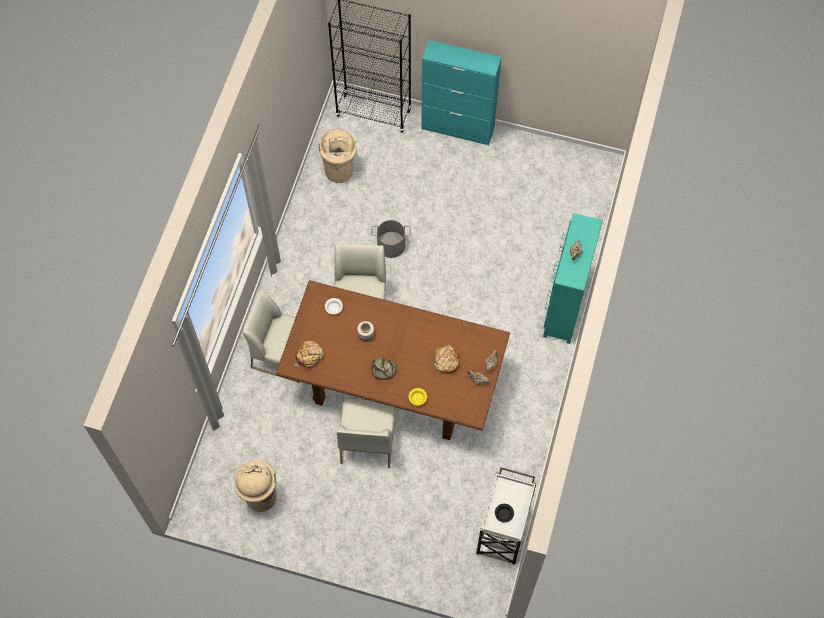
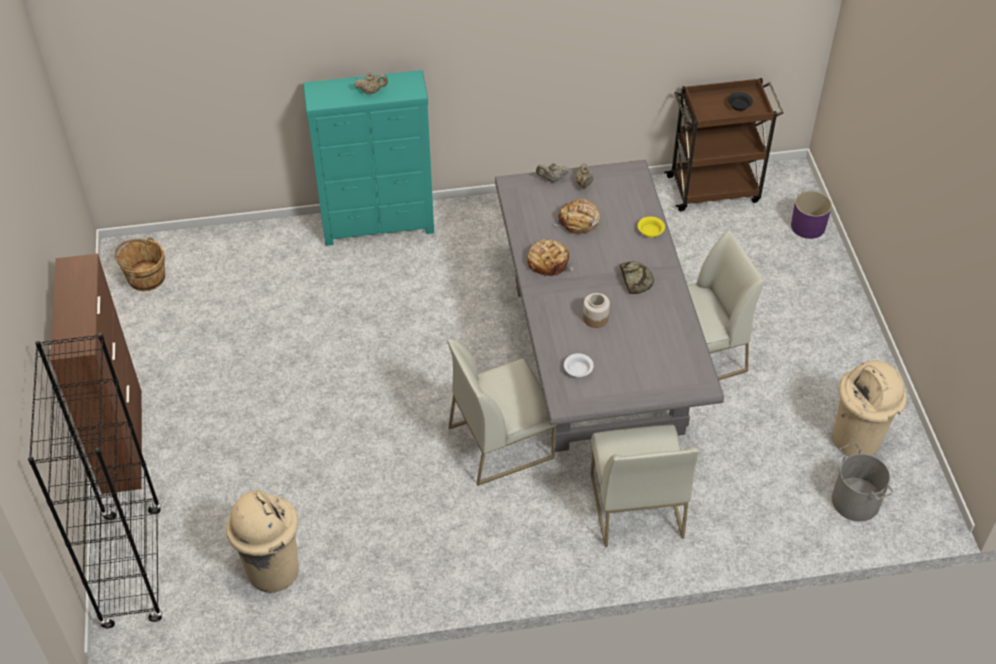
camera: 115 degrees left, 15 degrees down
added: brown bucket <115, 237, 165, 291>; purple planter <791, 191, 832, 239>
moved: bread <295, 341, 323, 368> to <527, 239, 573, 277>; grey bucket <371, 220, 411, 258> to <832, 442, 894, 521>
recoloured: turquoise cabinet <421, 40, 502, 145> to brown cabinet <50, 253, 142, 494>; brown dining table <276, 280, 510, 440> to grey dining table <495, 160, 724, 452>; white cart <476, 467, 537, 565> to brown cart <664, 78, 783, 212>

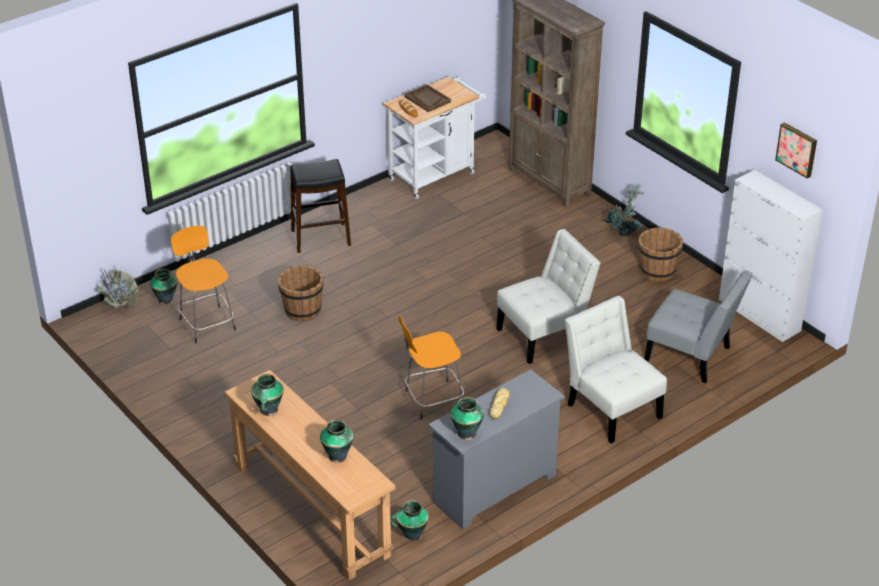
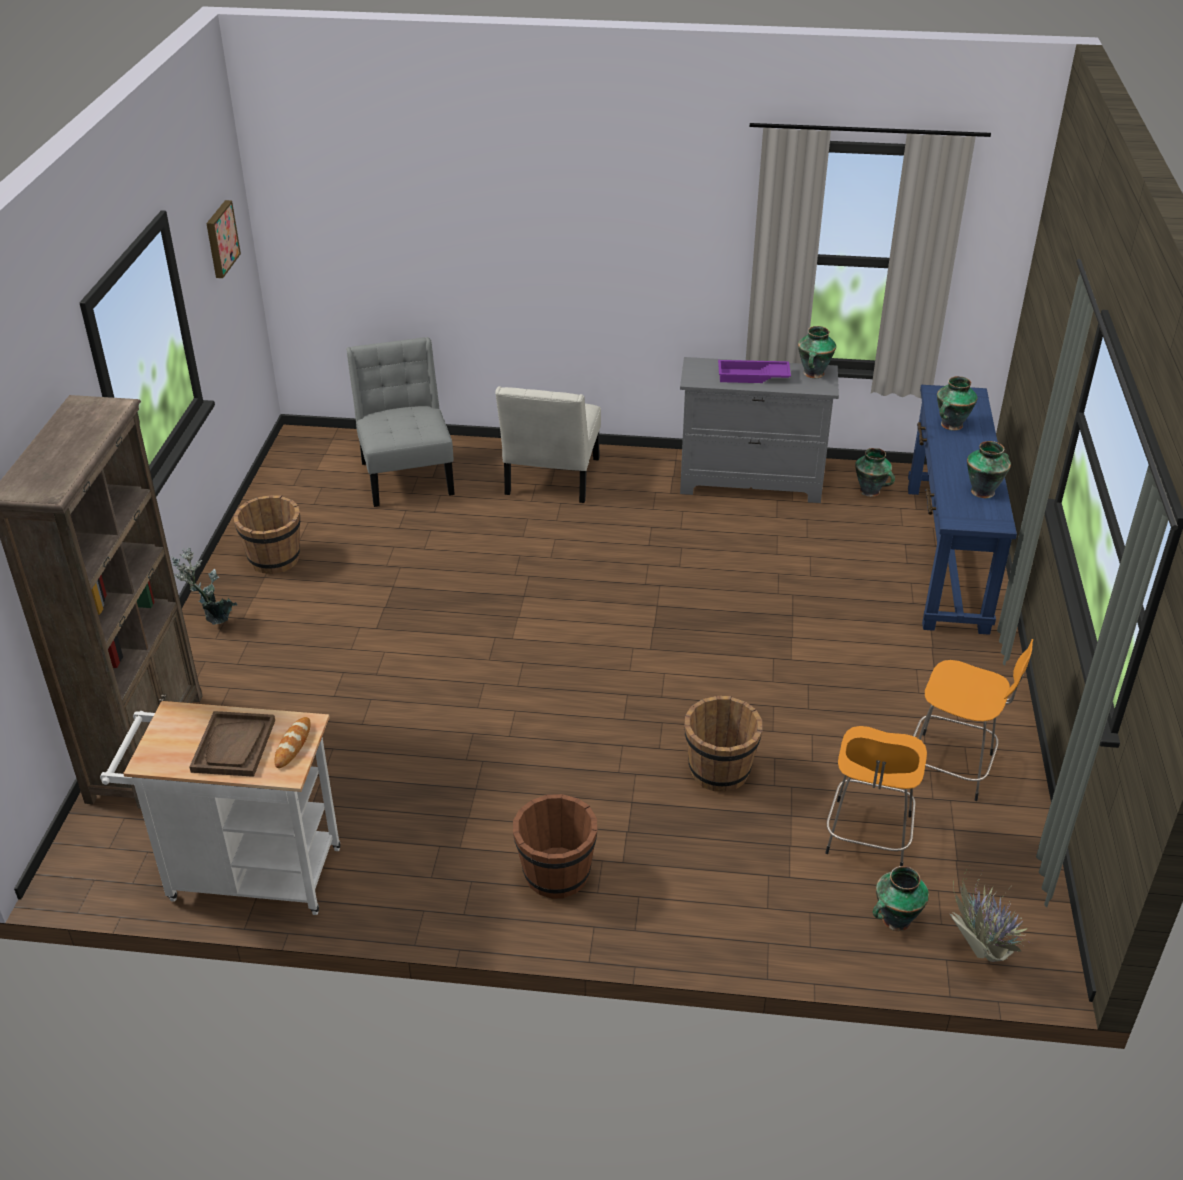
camera: 135 degrees left, 0 degrees up
removed: white chair <496, 229, 600, 364>; white cabinet <719, 170, 823, 342>
moved: orange stool <398, 316, 464, 420> to <913, 639, 1033, 801>
replaced: black stool <290, 159, 351, 253> to brown bucket <513, 794, 597, 899>; bread <489, 388, 510, 419> to purple tray <718, 360, 791, 383>
recoloured: brown console table <224, 370, 396, 581> to blue console table <908, 385, 1017, 635>

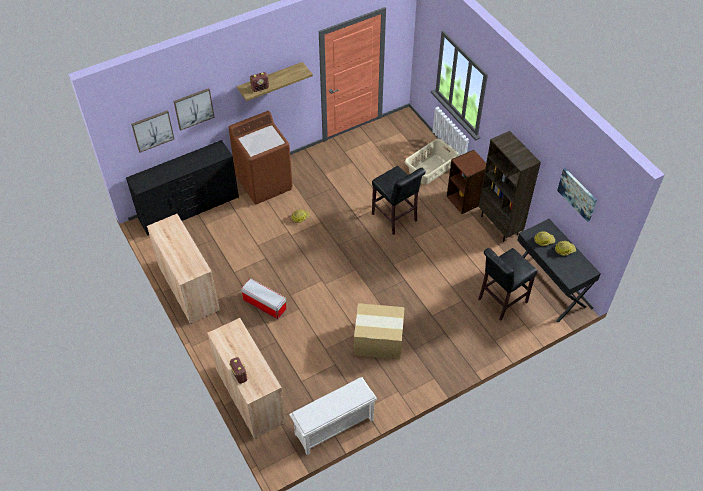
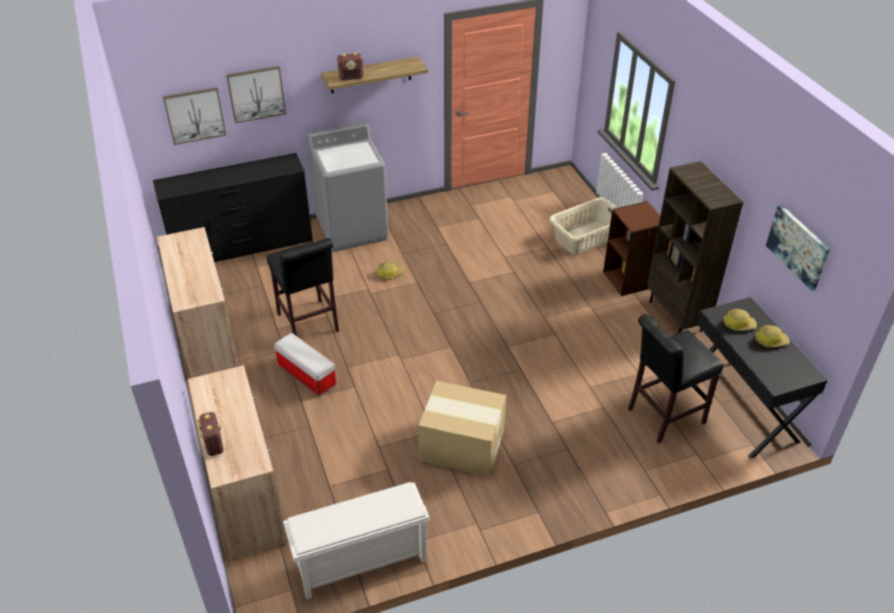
camera: 10 degrees right, 10 degrees down
moved: black stool <372, 166, 426, 235> to <267, 238, 339, 336>
recoloured: brown washing machine <228, 111, 293, 205> to grey washing machine <307, 122, 389, 252>

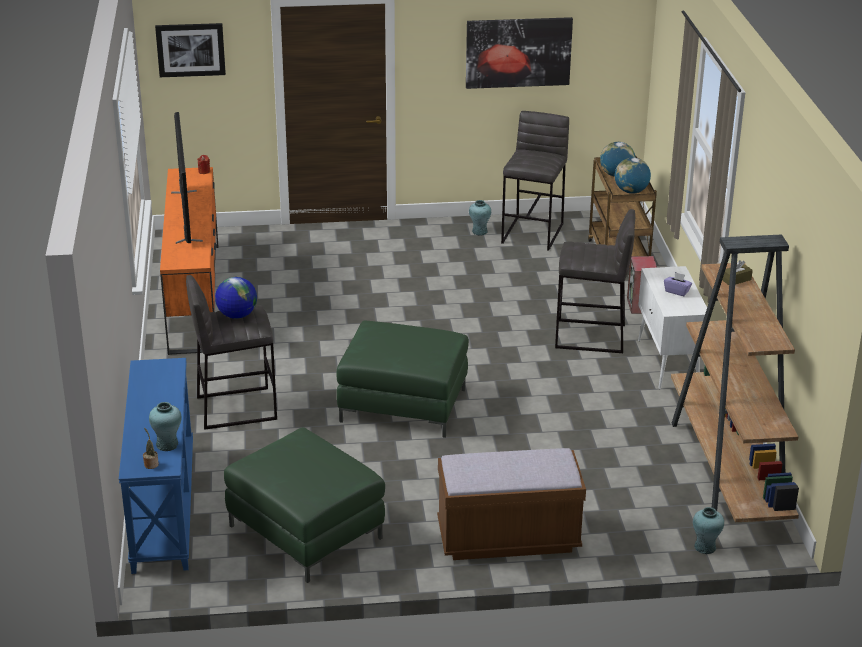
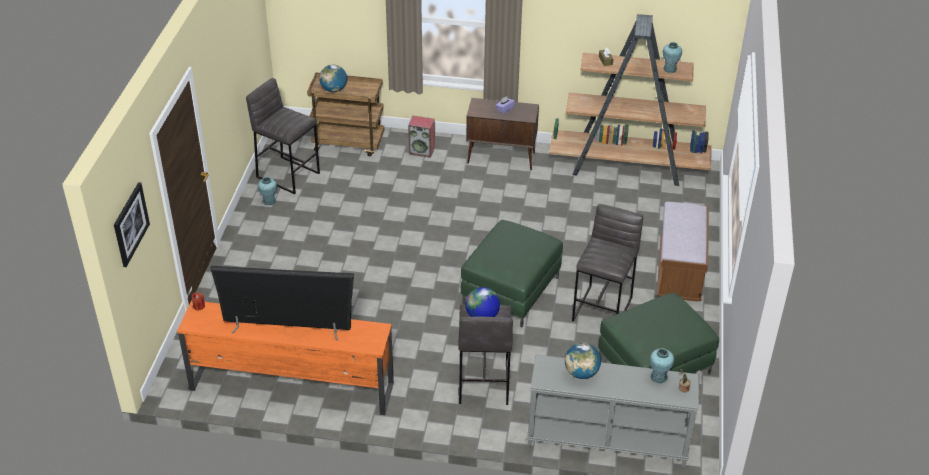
camera: 75 degrees left, 10 degrees up
removed: picture <466, 17, 573, 89>
moved: globe <615, 157, 651, 194> to <565, 343, 601, 379>; grey stool <555, 209, 635, 353> to <572, 204, 643, 322>; turquoise vase <693, 507, 724, 554> to <662, 42, 682, 73>
recoloured: white cabinet <638, 266, 707, 390> to brown cabinet <466, 98, 539, 170>; blue console table <119, 358, 193, 574> to grey console table <527, 355, 699, 467>

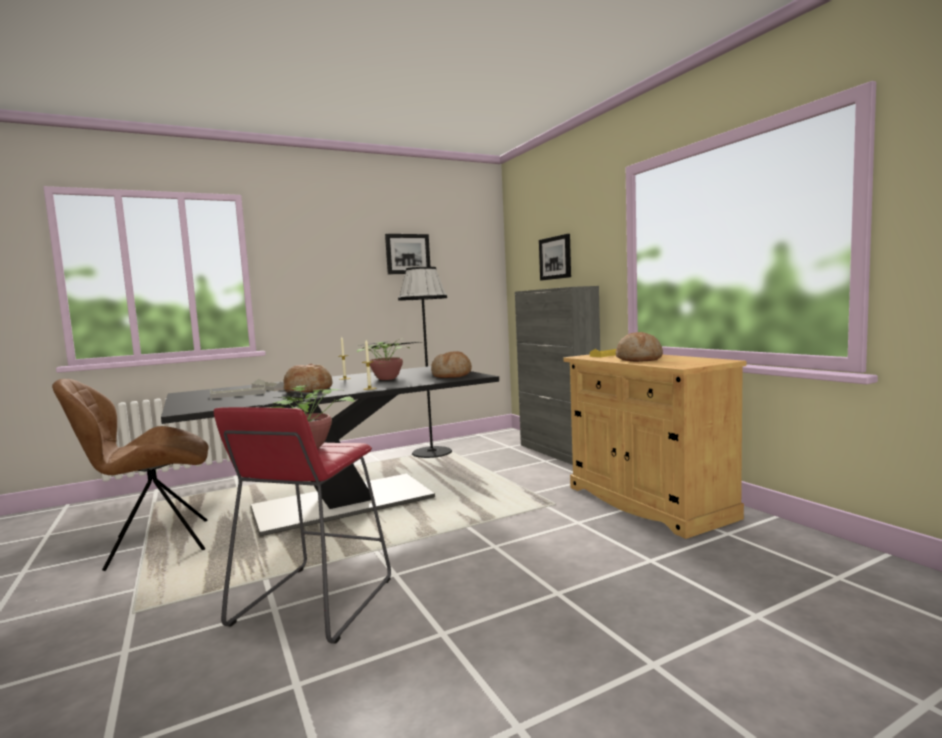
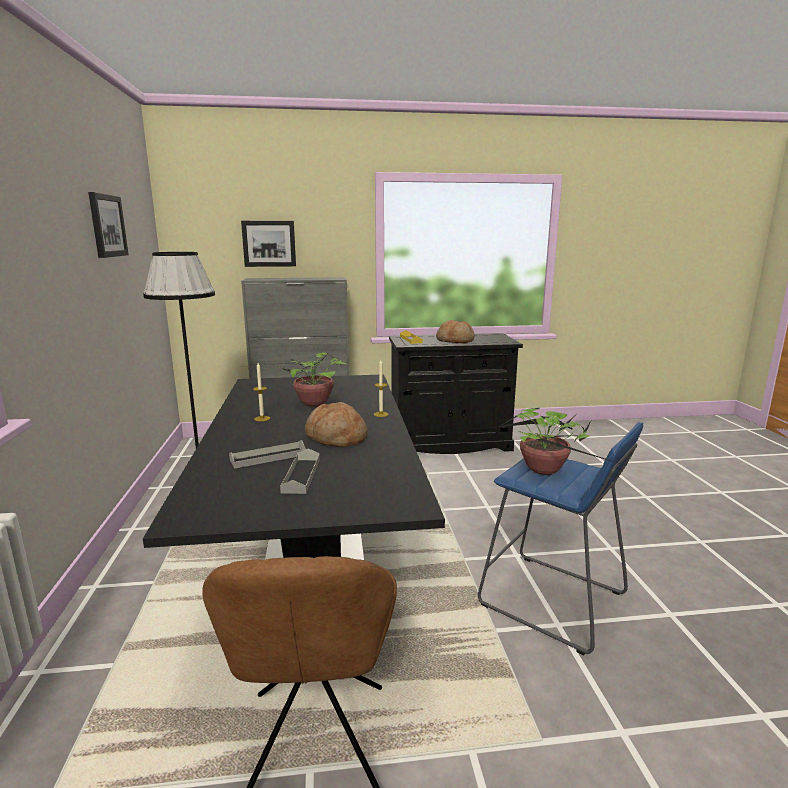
camera: 70 degrees left, 10 degrees up
removed: bread <431, 351, 472, 378>
recoloured: beige cabinet <564, 355, 746, 539> to black cabinet <389, 333, 523, 454>; red stool <214, 407, 391, 644> to blue stool <478, 422, 643, 655>

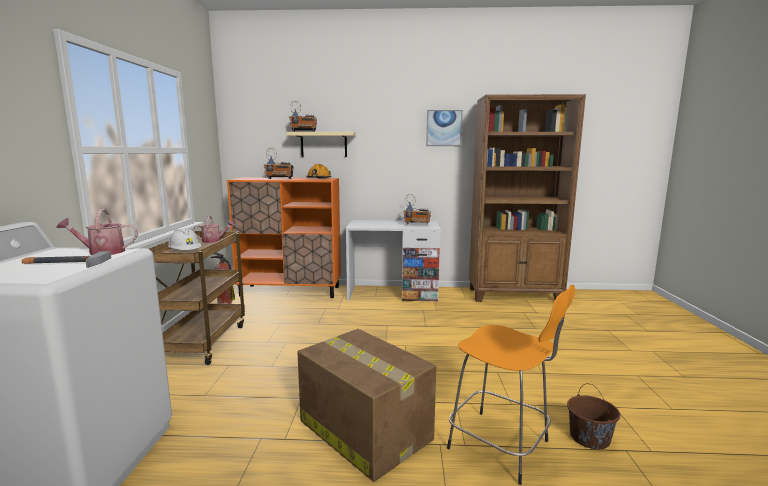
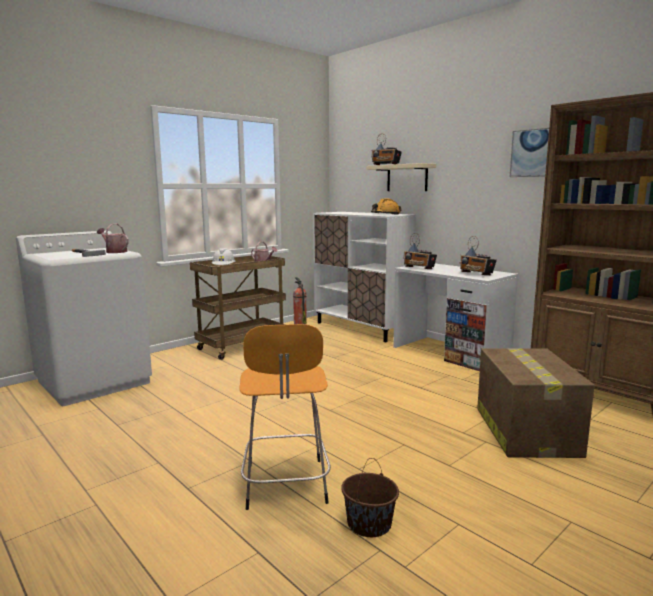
camera: 45 degrees right, 0 degrees up
moved: radio <264, 148, 294, 179> to <403, 233, 437, 269>; cardboard box <297, 329, 436, 482> to <477, 348, 595, 458>
recoloured: orange cabinet <227, 178, 341, 298> to white cabinet <313, 212, 416, 342>

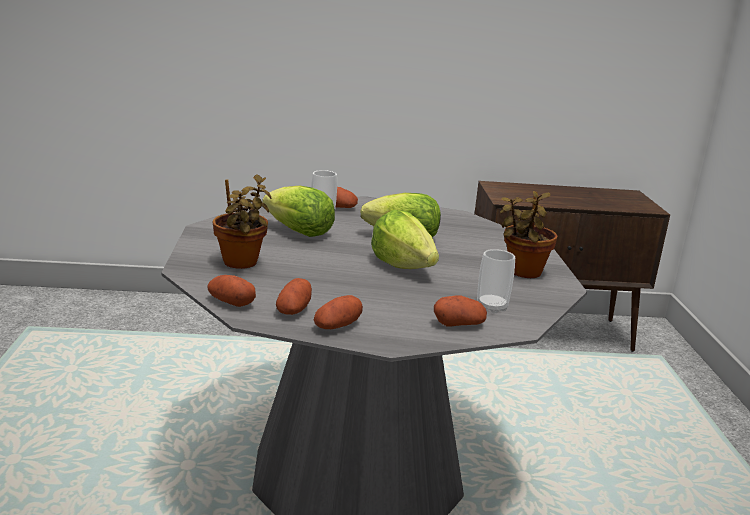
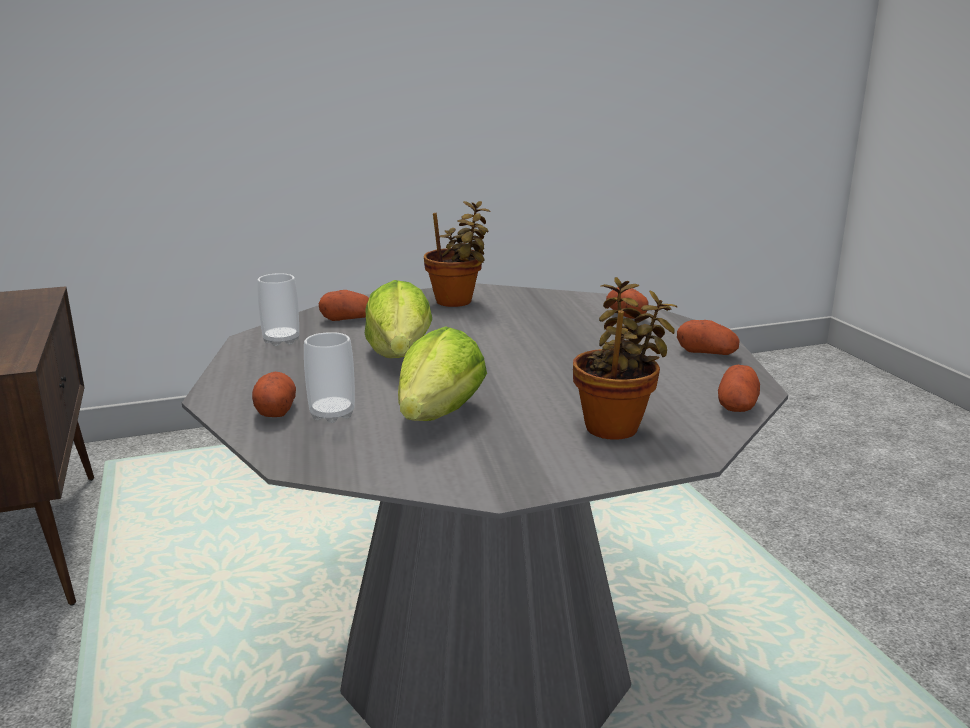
camera: 105 degrees left, 0 degrees up
removed: lettuce <371, 210, 439, 269>
moved: cup <477, 249, 515, 314> to <257, 273, 299, 346>; potato <276, 278, 312, 315> to <319, 290, 369, 321>

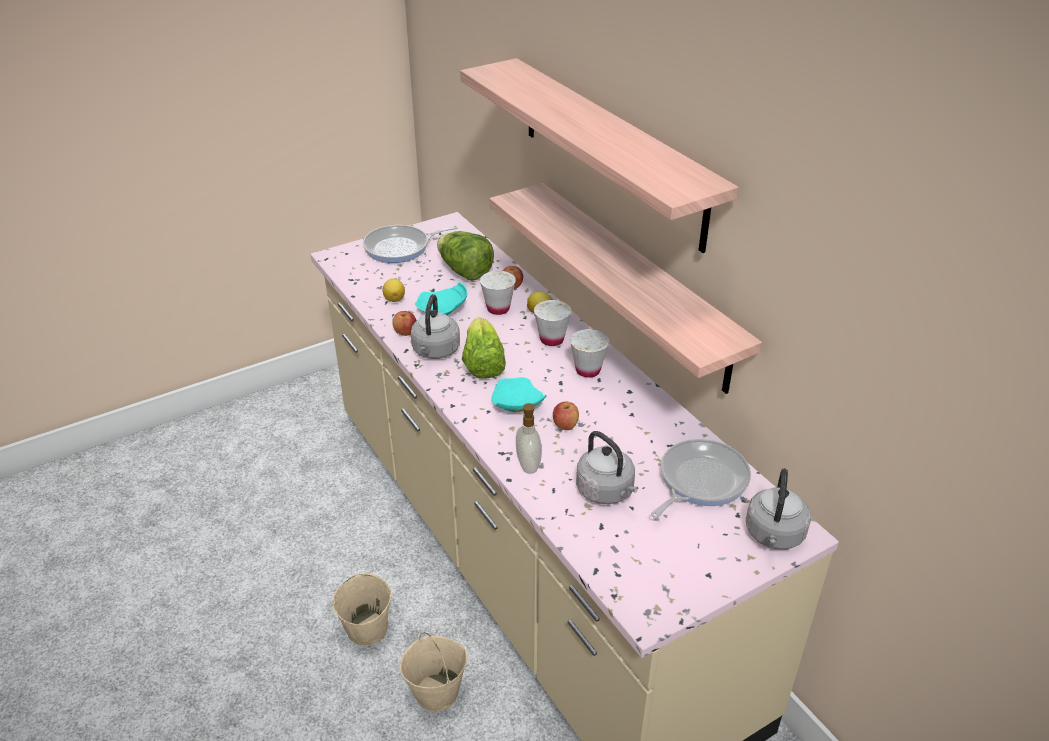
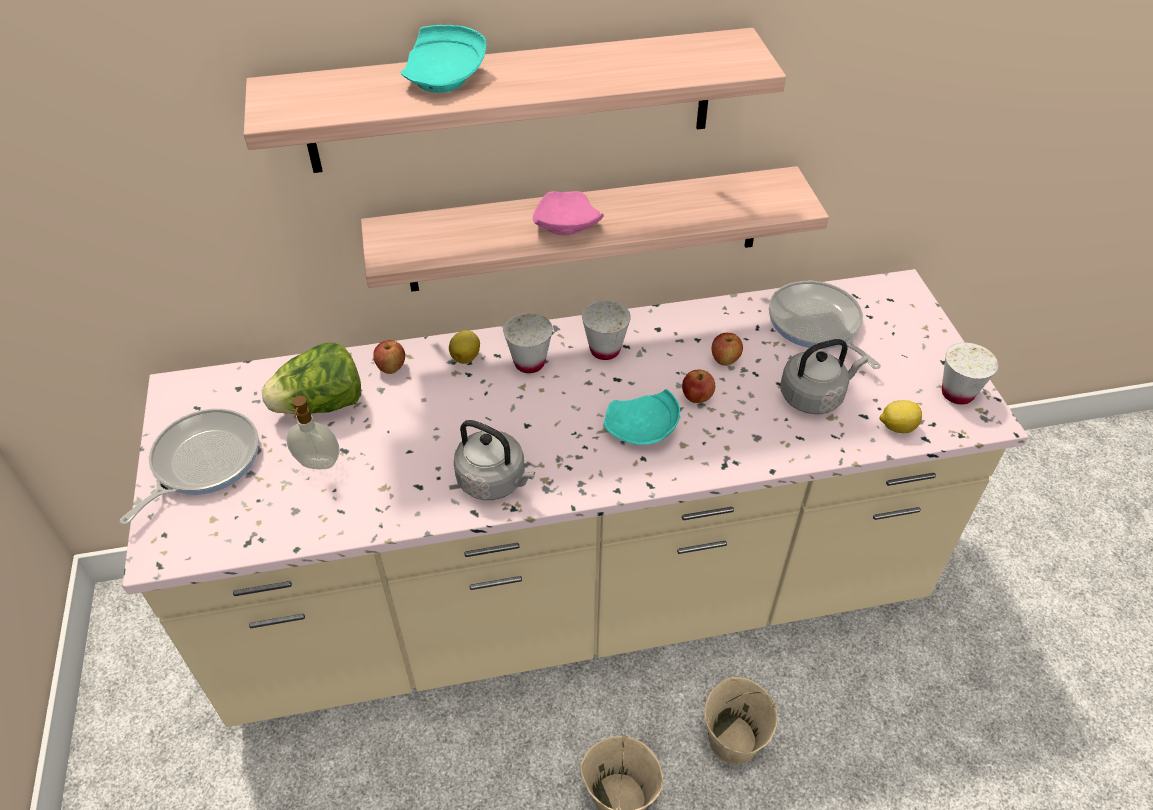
camera: 70 degrees left, 10 degrees up
removed: lettuce <462, 317, 506, 379>; grey kettle <746, 469, 811, 550>
added: pink plate <533, 191, 604, 235>
moved: soap dispenser <514, 403, 542, 474> to <286, 396, 339, 469>; turquoise plate <415, 282, 467, 315> to <400, 25, 487, 93>; apple <392, 311, 416, 336> to <711, 333, 743, 366>; lemon <383, 279, 405, 302> to <879, 400, 922, 433>; white cup <480, 271, 516, 315> to <942, 343, 998, 405>
turned: frying pan <363, 225, 458, 263> = <120, 409, 259, 525> 150 degrees counterclockwise

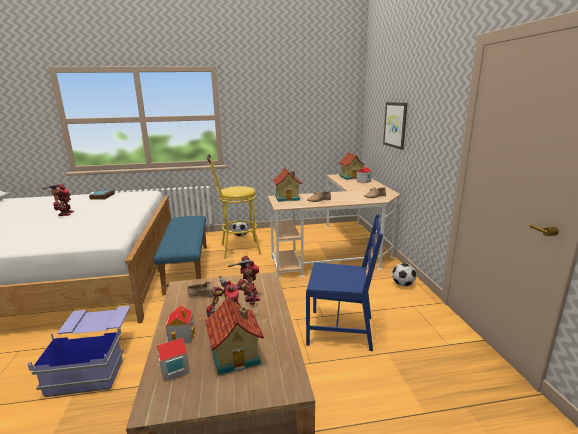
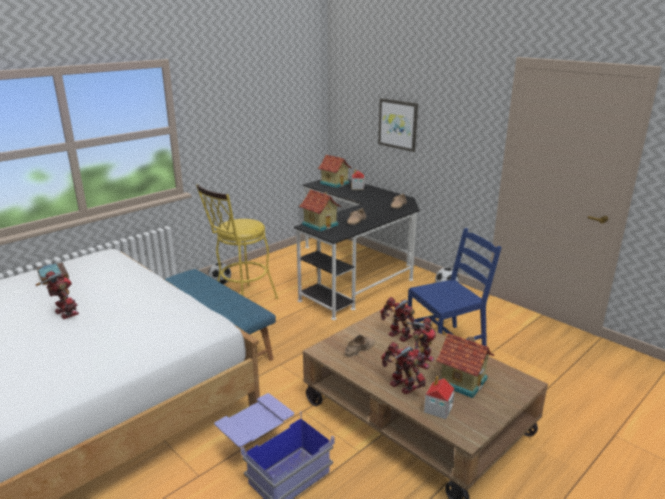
camera: 35 degrees left, 5 degrees up
replaced: toy house <166, 305, 195, 344> to toy robot <381, 342, 426, 394>
recoloured: beige desk <268, 174, 400, 280> to black desk <294, 179, 419, 320>

